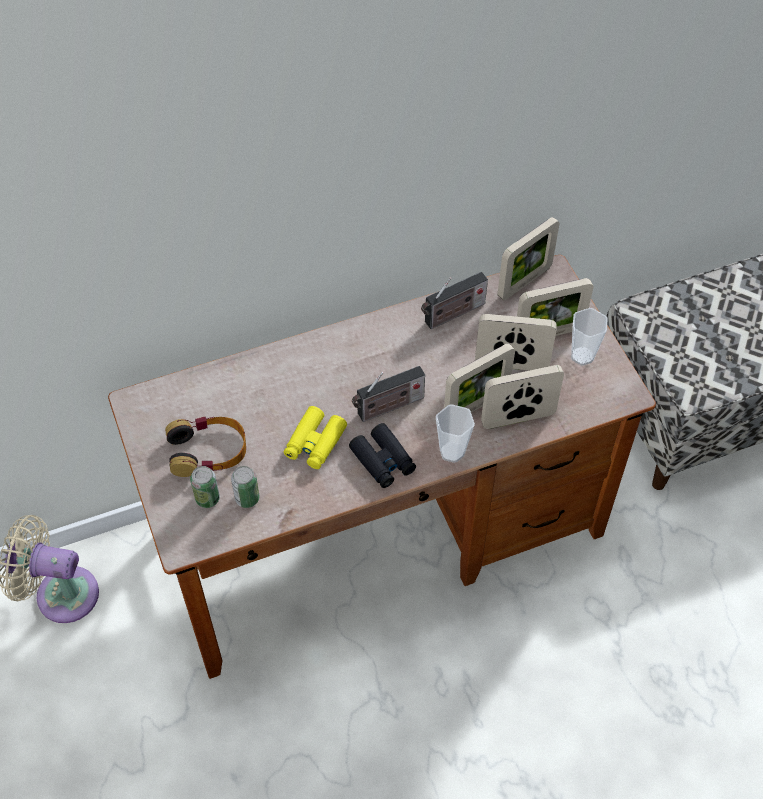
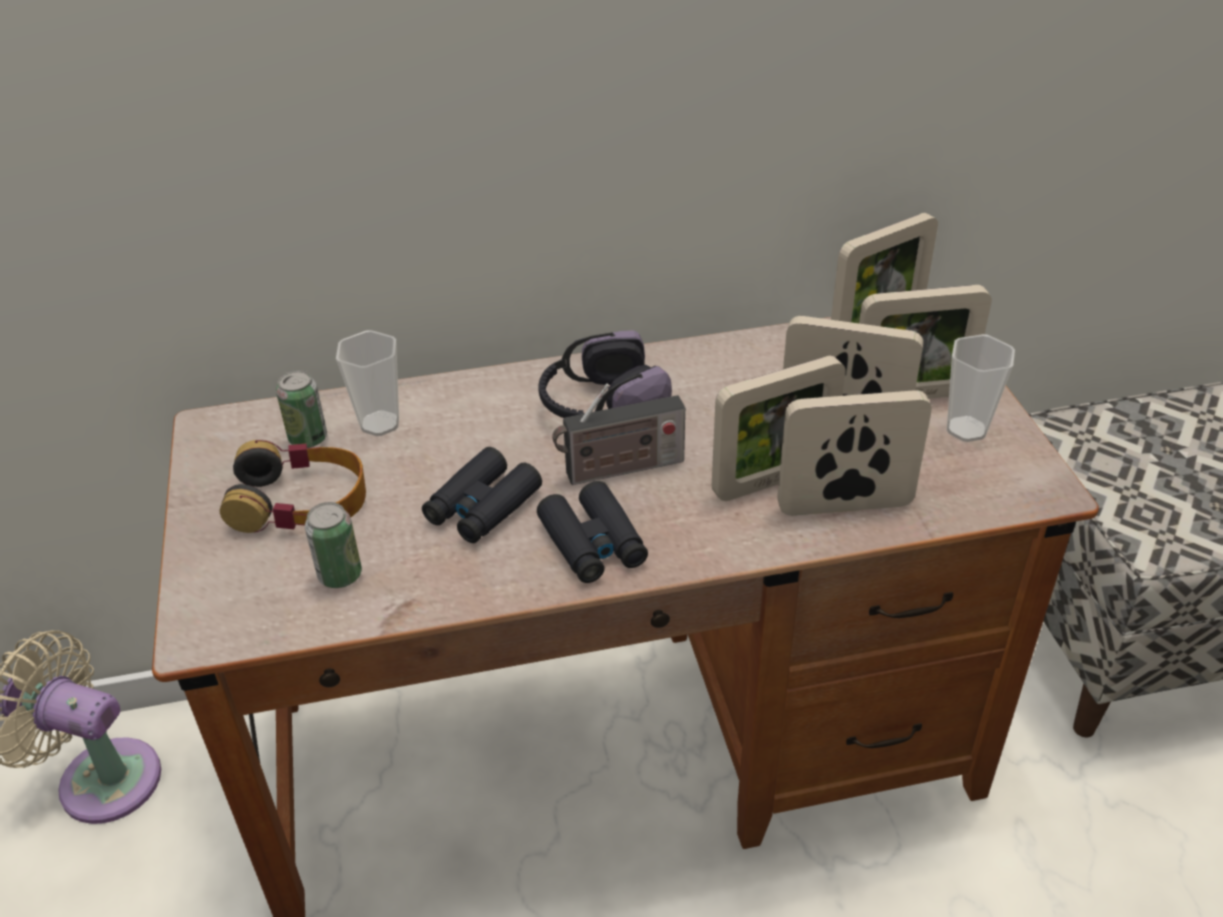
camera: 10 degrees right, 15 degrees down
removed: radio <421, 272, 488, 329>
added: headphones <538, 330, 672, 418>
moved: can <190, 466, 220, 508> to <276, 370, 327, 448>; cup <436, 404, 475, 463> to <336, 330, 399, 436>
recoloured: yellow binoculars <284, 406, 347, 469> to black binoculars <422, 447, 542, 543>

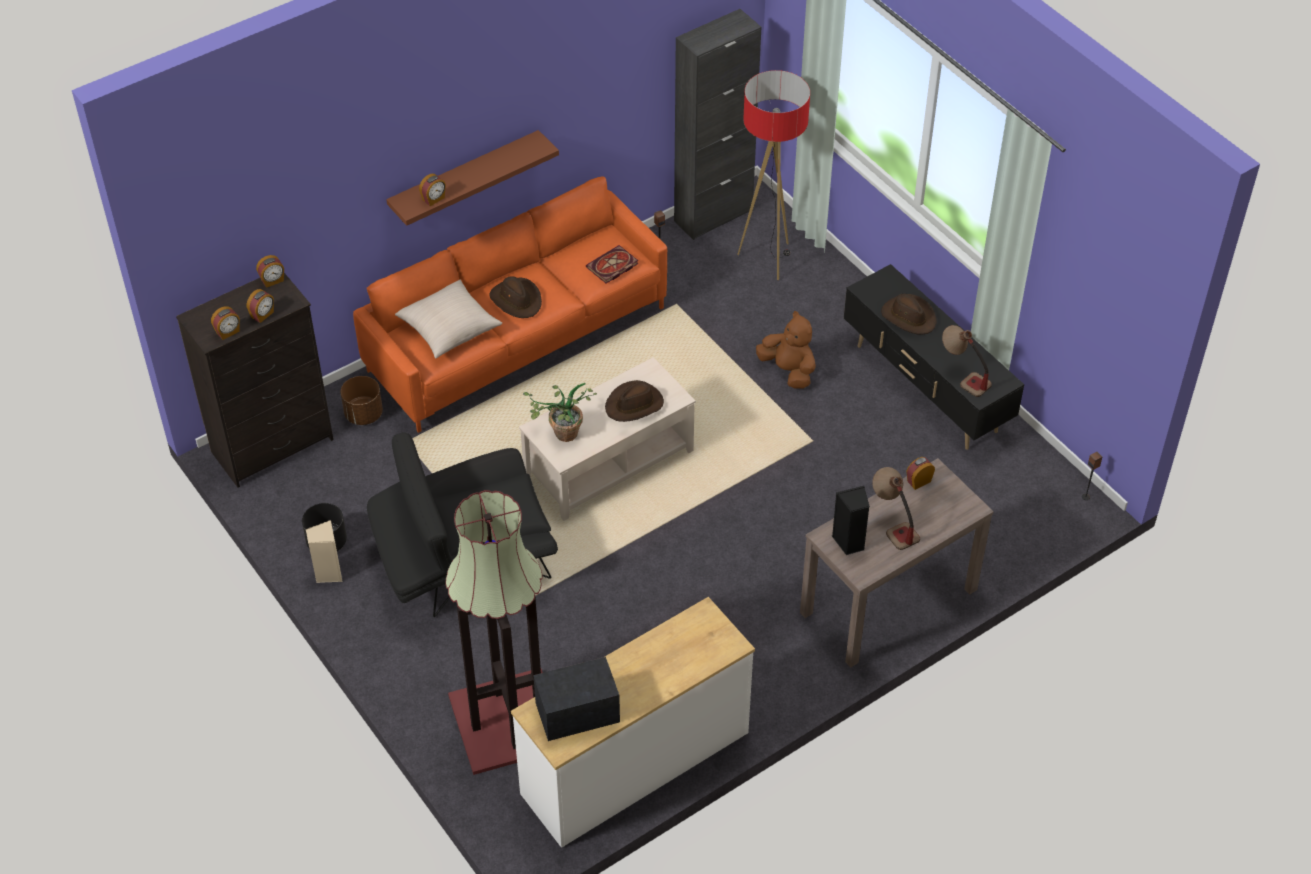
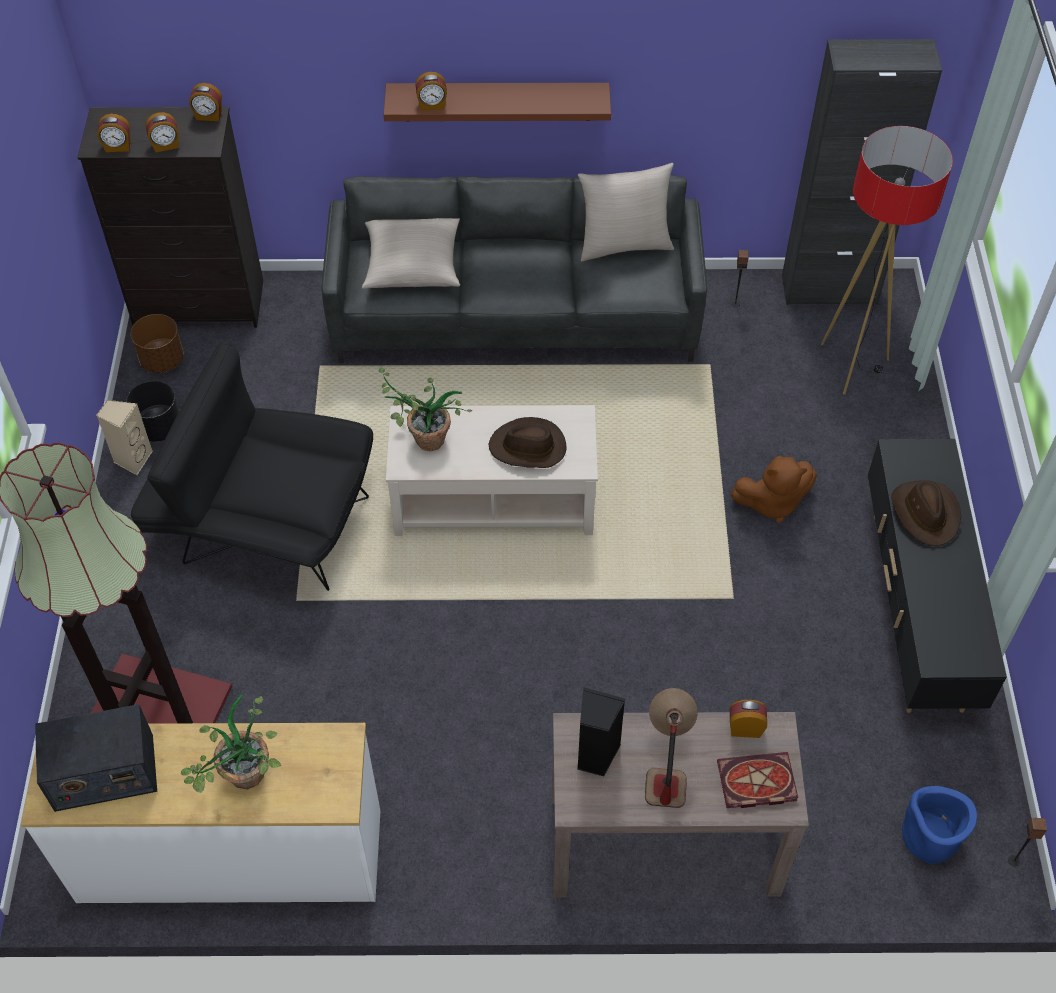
camera: 35 degrees right, 5 degrees up
removed: brown hat <489, 276, 542, 318>; table lamp <942, 325, 992, 397>
added: potted plant <181, 695, 281, 793>; beige pillow <578, 163, 674, 261>; blue planter <902, 786, 977, 864>
moved: brown planter <341, 376, 383, 425> to <130, 314, 184, 373>; book <586, 245, 639, 283> to <717, 752, 798, 808>
recoloured: orange sofa <353, 177, 667, 433> to grey sofa <321, 175, 707, 363>
turned: radio <533, 657, 620, 741> = <35, 704, 157, 812> 150 degrees clockwise; brown plush toy <756, 311, 816, 389> = <731, 456, 817, 523> 90 degrees clockwise

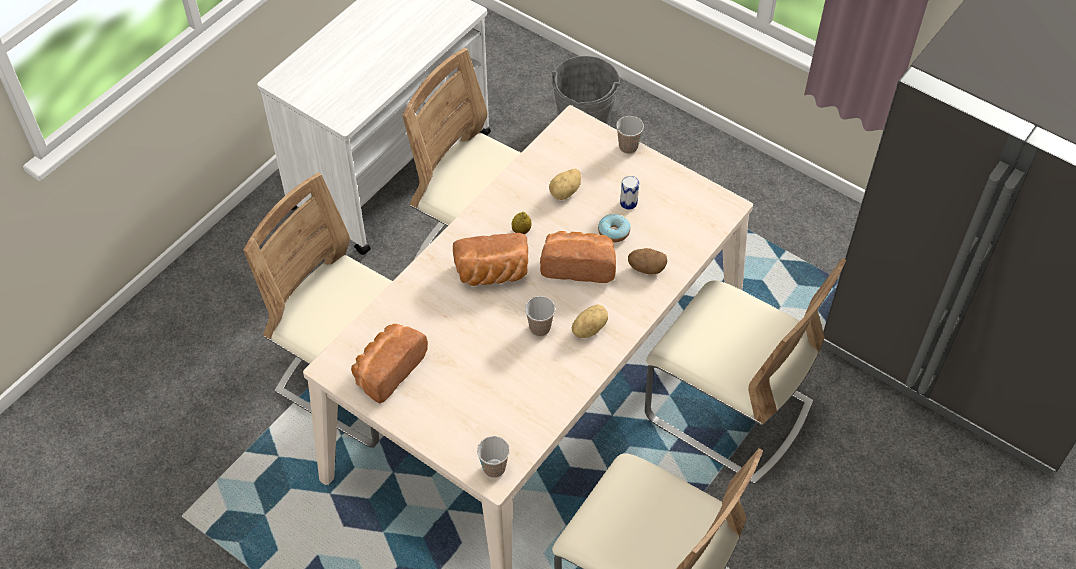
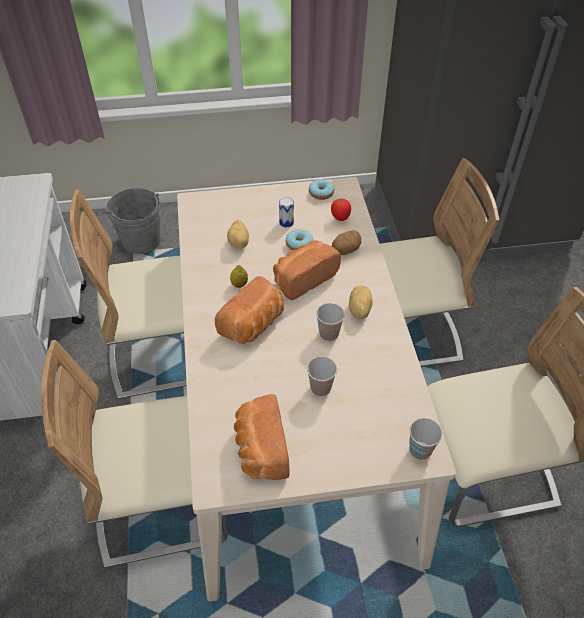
camera: 45 degrees left, 5 degrees down
added: donut <309, 179, 334, 200>; tomato <331, 199, 351, 221>
moved: cup <616, 116, 644, 154> to <307, 356, 337, 396>

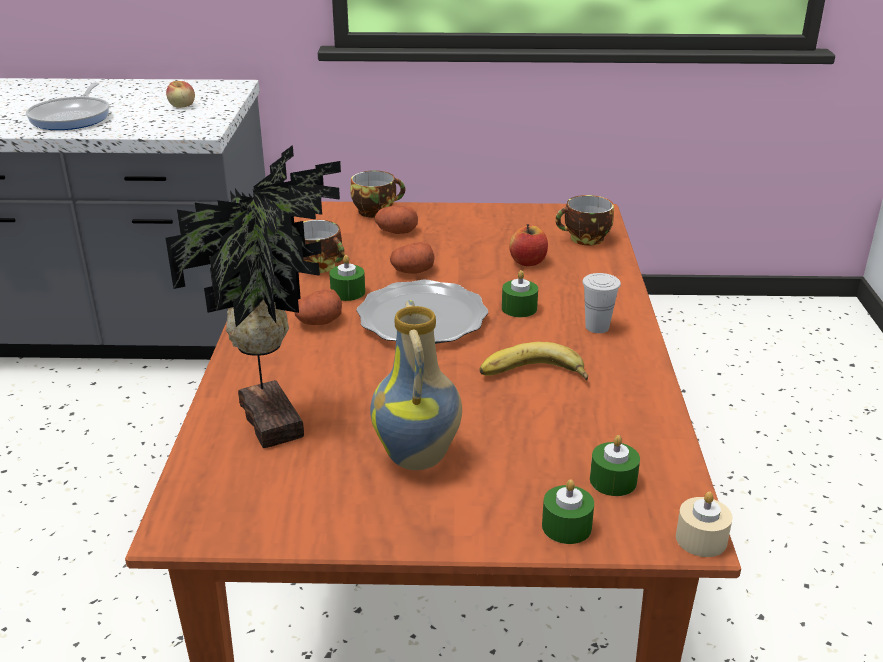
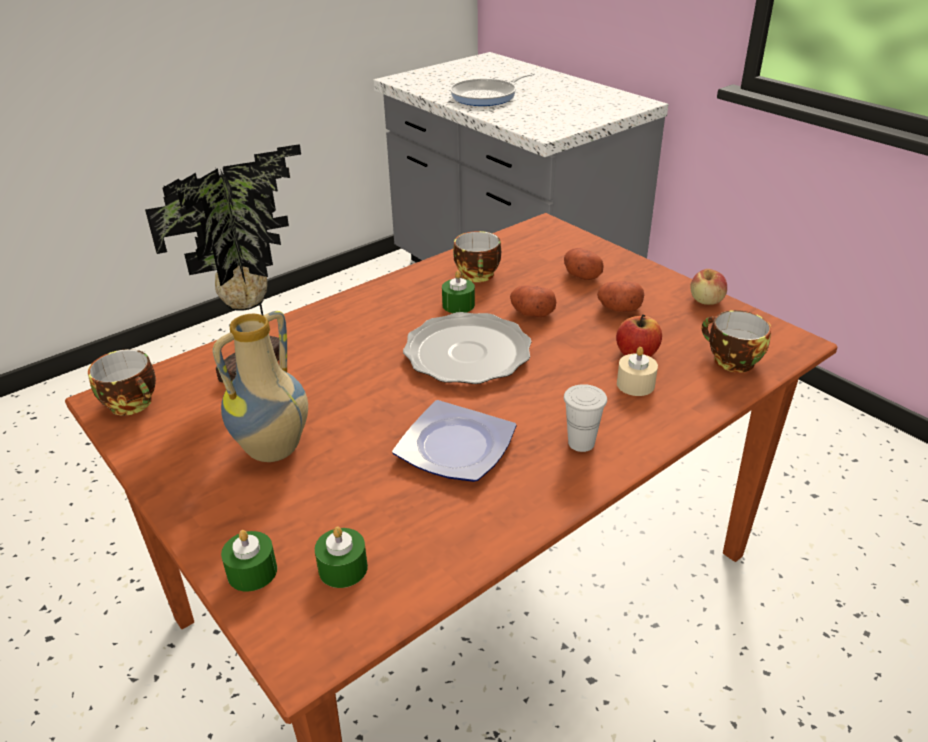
camera: 50 degrees right, 5 degrees up
removed: green candle <502, 270, 538, 317>
moved: cup <350, 171, 405, 218> to <88, 349, 156, 416>; potato <294, 288, 342, 325> to <597, 281, 644, 312>; beige candle <676, 491, 732, 557> to <617, 347, 658, 396>; apple <166, 81, 195, 108> to <690, 269, 727, 305>
replaced: banana <480, 342, 588, 381> to plate <392, 400, 516, 482>

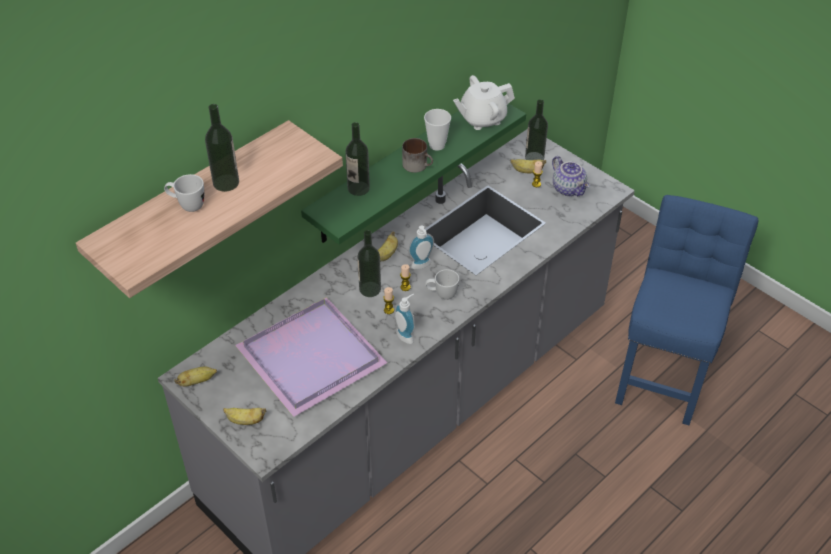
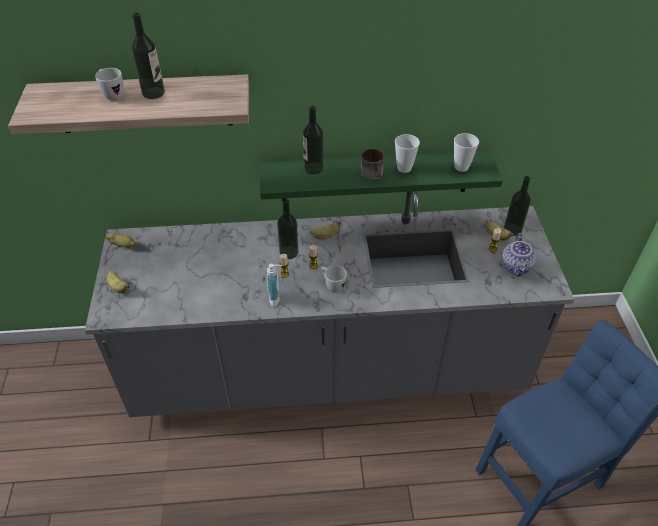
camera: 40 degrees right, 0 degrees up
removed: purple tray <235, 297, 387, 417>; soap dispenser <409, 225, 434, 269>
replaced: white teapot <453, 75, 515, 130> to cup <454, 133, 479, 172>

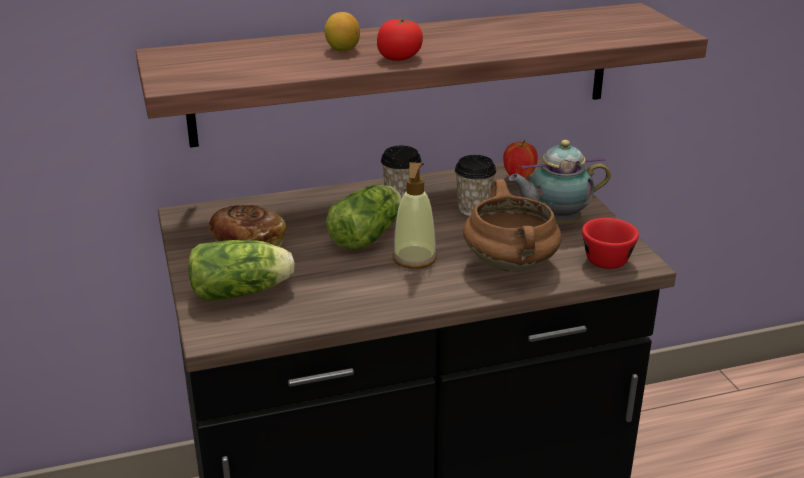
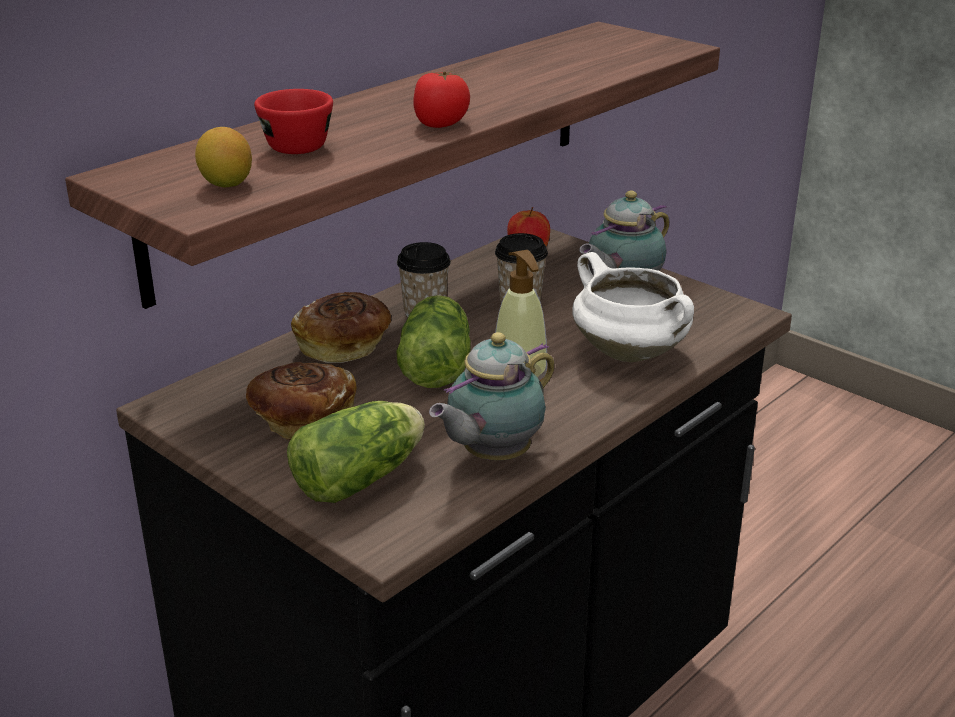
camera: 30 degrees left, 0 degrees up
added: bread <291, 292, 391, 363>; teapot <429, 332, 555, 461>
moved: lemon <325, 12, 360, 52> to <195, 127, 252, 187>; red cup <582, 218, 639, 269> to <254, 89, 333, 154>
recoloured: brown cooking pot <463, 179, 562, 272> to white cooking pot <572, 252, 694, 362>

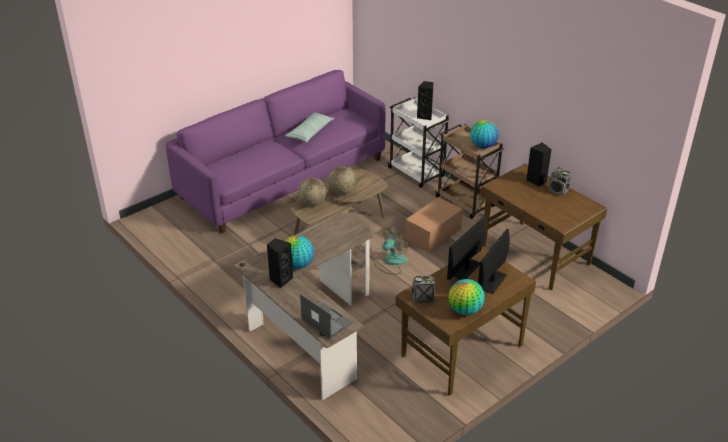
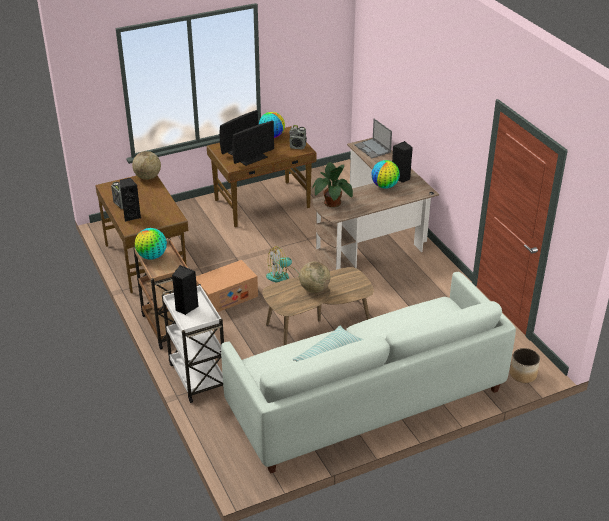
camera: 165 degrees left, 0 degrees up
added: potted plant <312, 162, 353, 207>; planter <510, 348, 540, 383>
moved: globe <298, 178, 326, 206> to <132, 151, 161, 180>
recoloured: purple sofa <166, 70, 386, 233> to white sofa <221, 272, 516, 474>

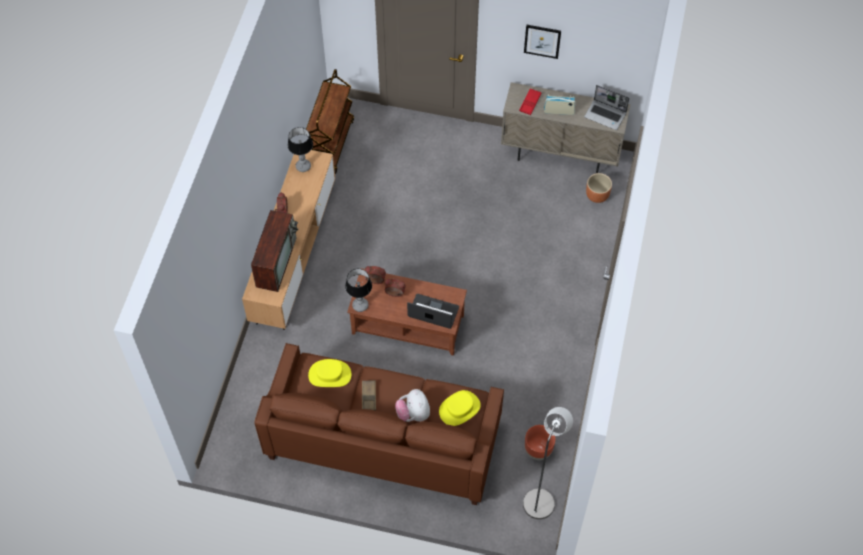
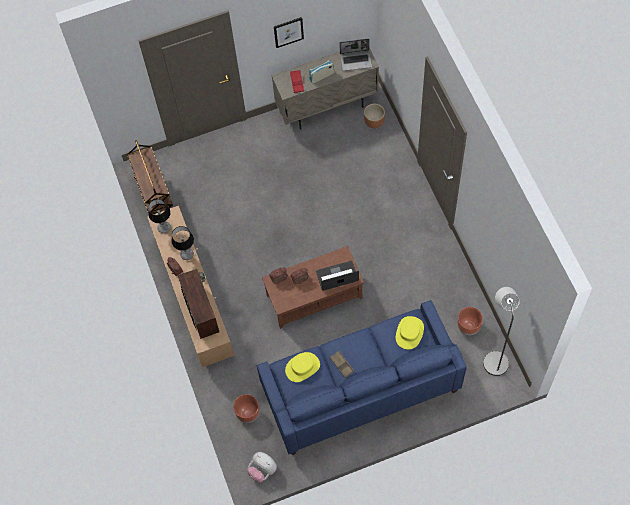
camera: 30 degrees left, 5 degrees up
added: brown planter <234, 394, 259, 423>
moved: table lamp <345, 269, 372, 312> to <172, 226, 194, 260>; plush toy <395, 389, 430, 422> to <247, 452, 277, 482>
recoloured: brown sofa <254, 343, 504, 505> to blue sofa <257, 300, 467, 455>

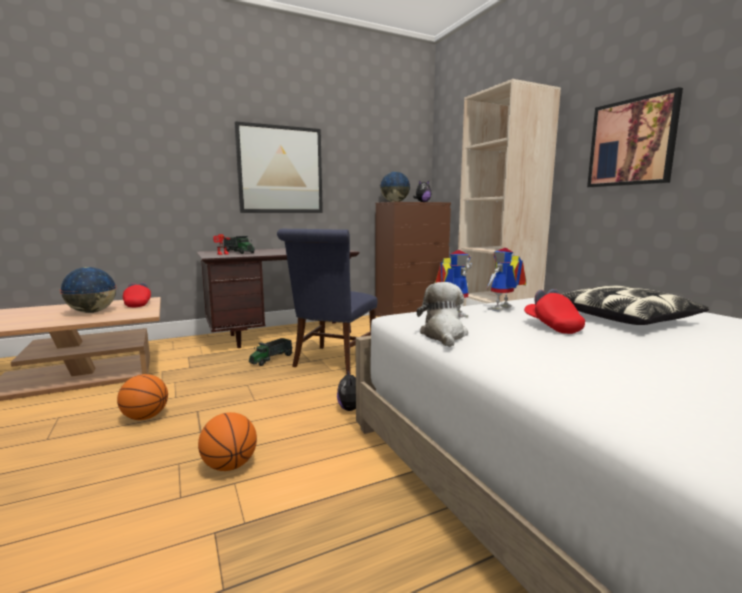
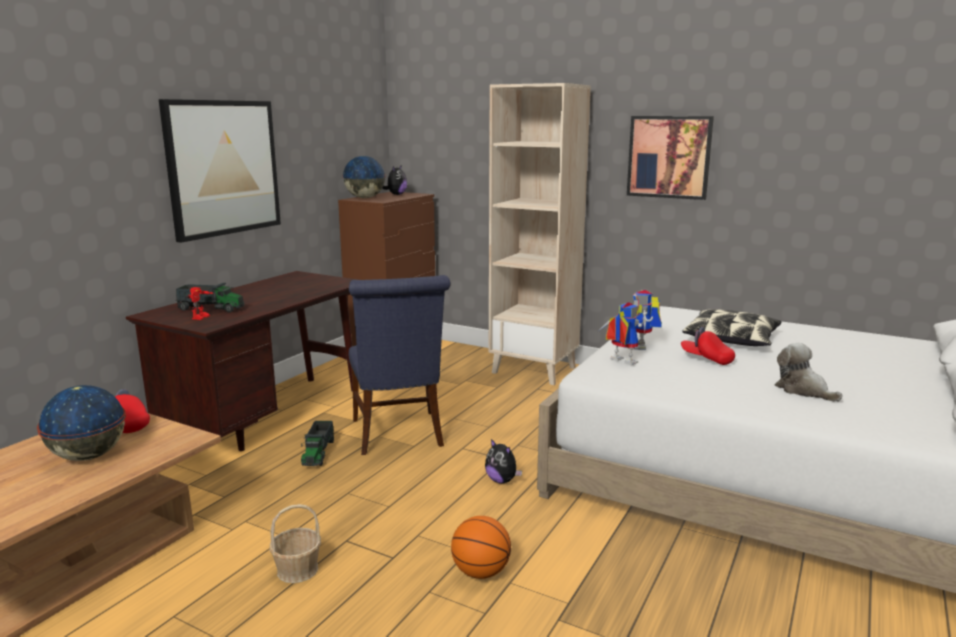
camera: 35 degrees left, 5 degrees up
moved: plush toy <417, 282, 468, 347> to <775, 343, 843, 402>
replaced: basketball <117, 374, 168, 420> to basket <269, 504, 321, 583>

